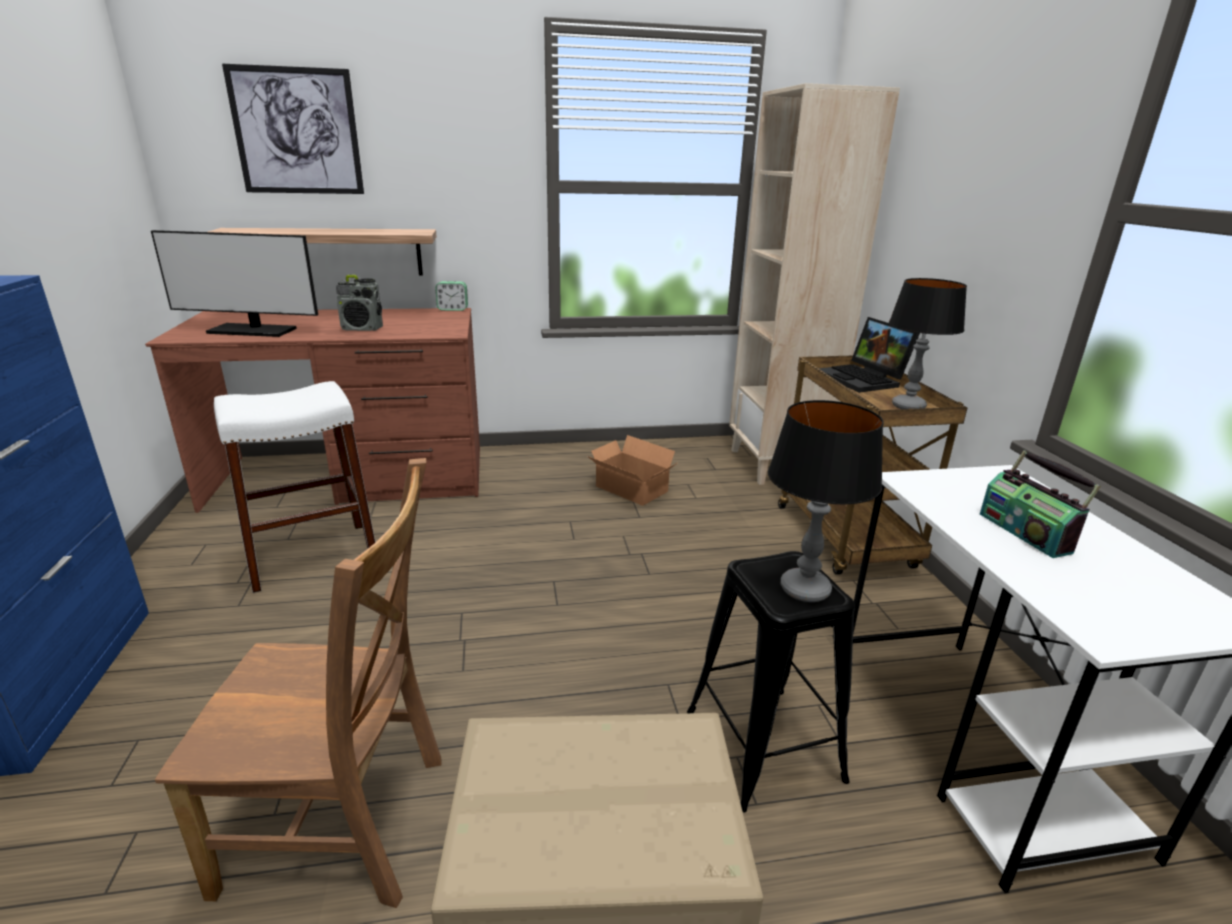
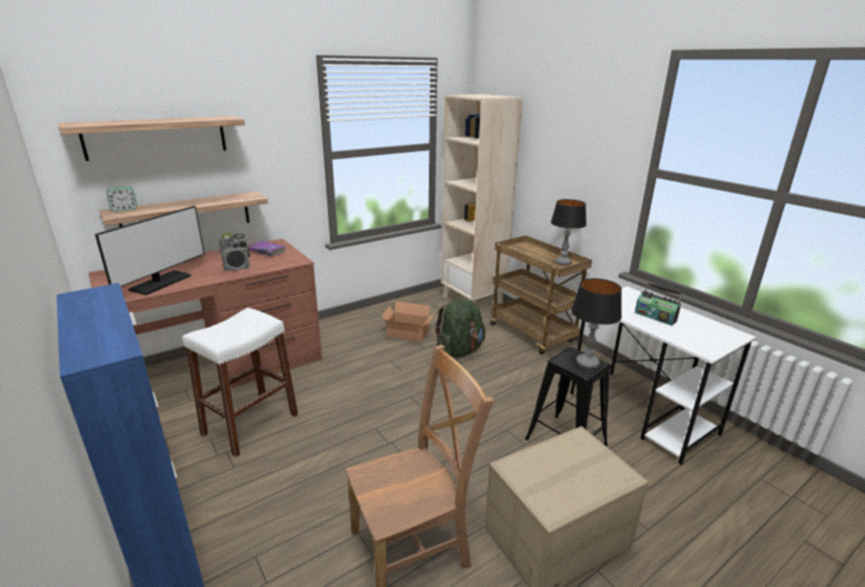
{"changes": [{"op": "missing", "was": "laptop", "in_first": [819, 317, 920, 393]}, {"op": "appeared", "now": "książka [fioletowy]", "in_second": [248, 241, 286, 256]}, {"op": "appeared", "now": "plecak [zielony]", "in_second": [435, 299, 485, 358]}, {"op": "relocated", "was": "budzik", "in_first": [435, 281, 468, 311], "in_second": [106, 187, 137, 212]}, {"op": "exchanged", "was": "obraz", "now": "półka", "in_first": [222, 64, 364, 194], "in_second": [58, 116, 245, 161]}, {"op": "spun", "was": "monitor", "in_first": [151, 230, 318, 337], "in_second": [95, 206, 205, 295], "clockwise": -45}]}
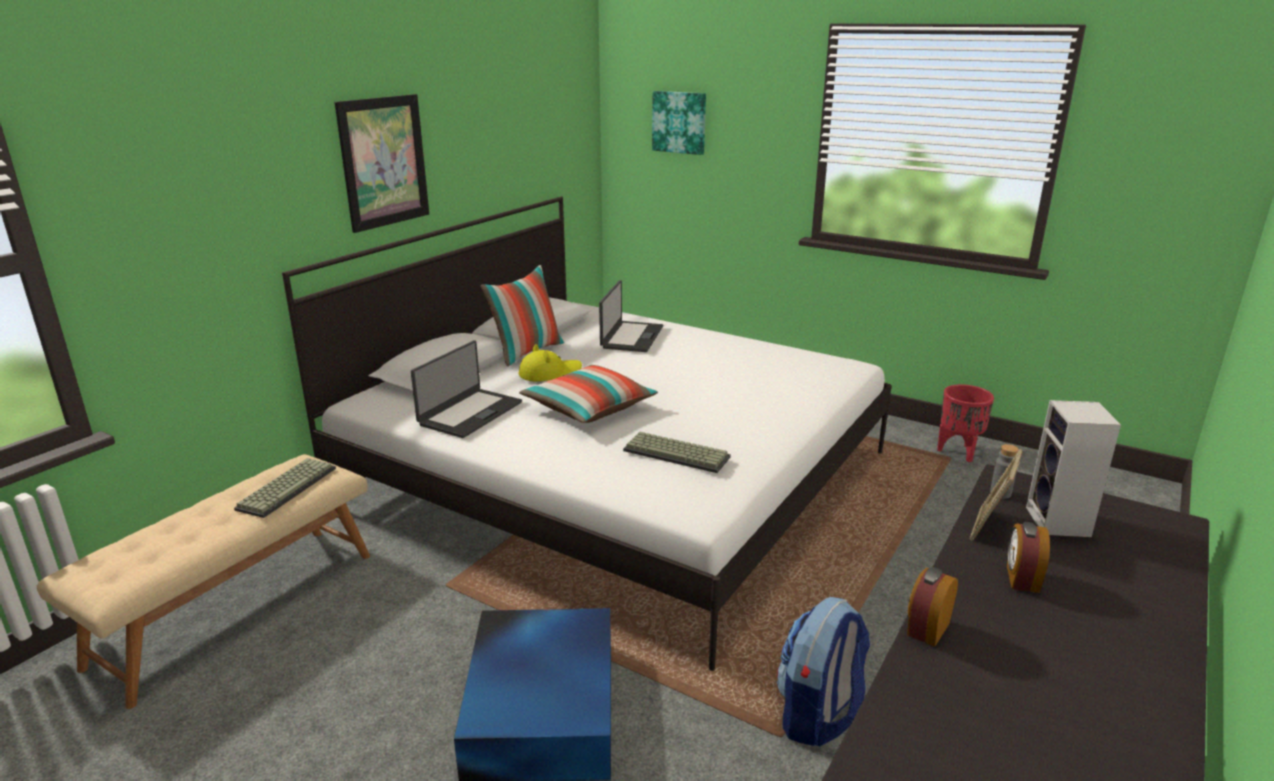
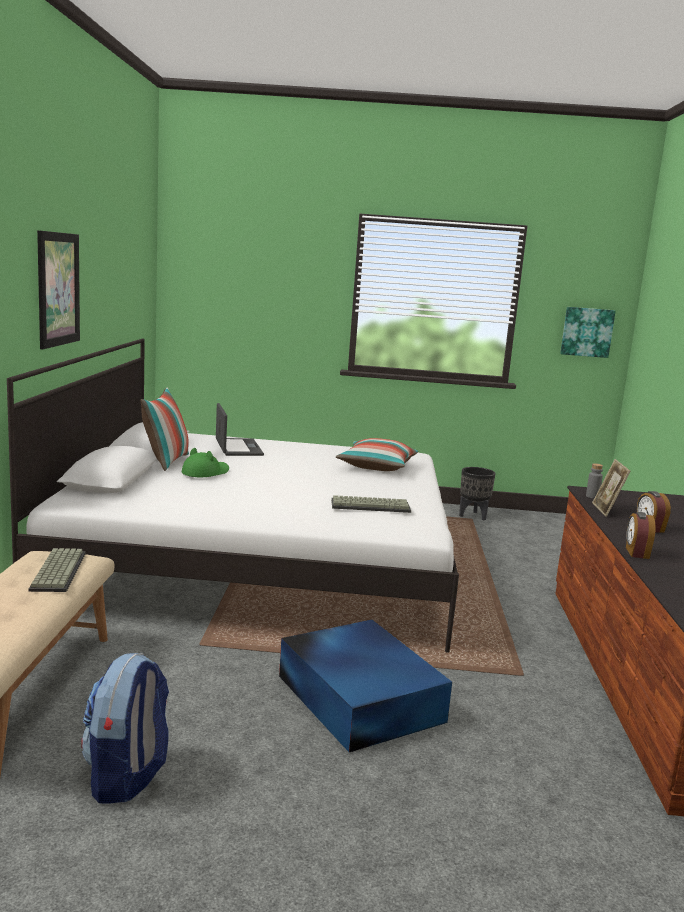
{"changes": [{"op": "missing", "was": "laptop", "in_first": [411, 340, 522, 438]}, {"op": "missing", "was": "głośnik", "in_first": [1026, 400, 1121, 537]}, {"op": "relocated", "was": "poduszka", "in_first": [519, 365, 658, 423], "in_second": [336, 438, 418, 471]}, {"op": "relocated", "was": "obraz", "in_first": [652, 91, 706, 155], "in_second": [560, 307, 616, 358]}, {"op": "relocated", "was": "plecak", "in_first": [777, 597, 870, 746], "in_second": [81, 653, 169, 804]}, {"op": "colour", "was": "kapelusz [żółty]", "now": "kapelusz [zielony]", "in_first": [519, 344, 582, 381], "in_second": [182, 448, 229, 477]}, {"op": "colour", "was": "donica [czerwony]", "now": "donica [czarny]", "in_first": [937, 384, 994, 462], "in_second": [459, 467, 495, 520]}]}
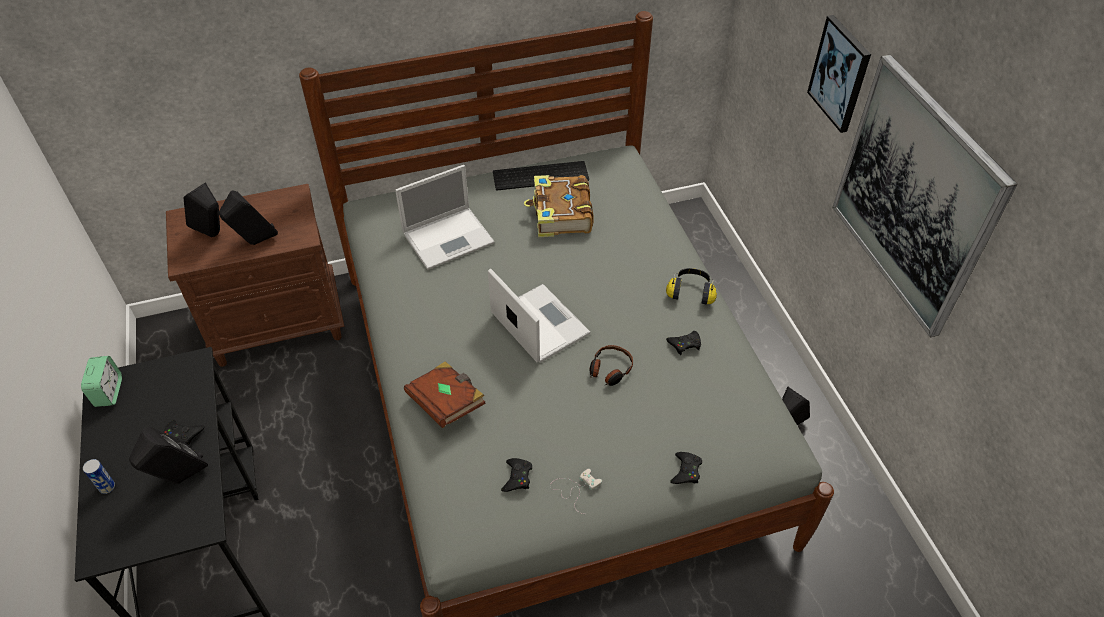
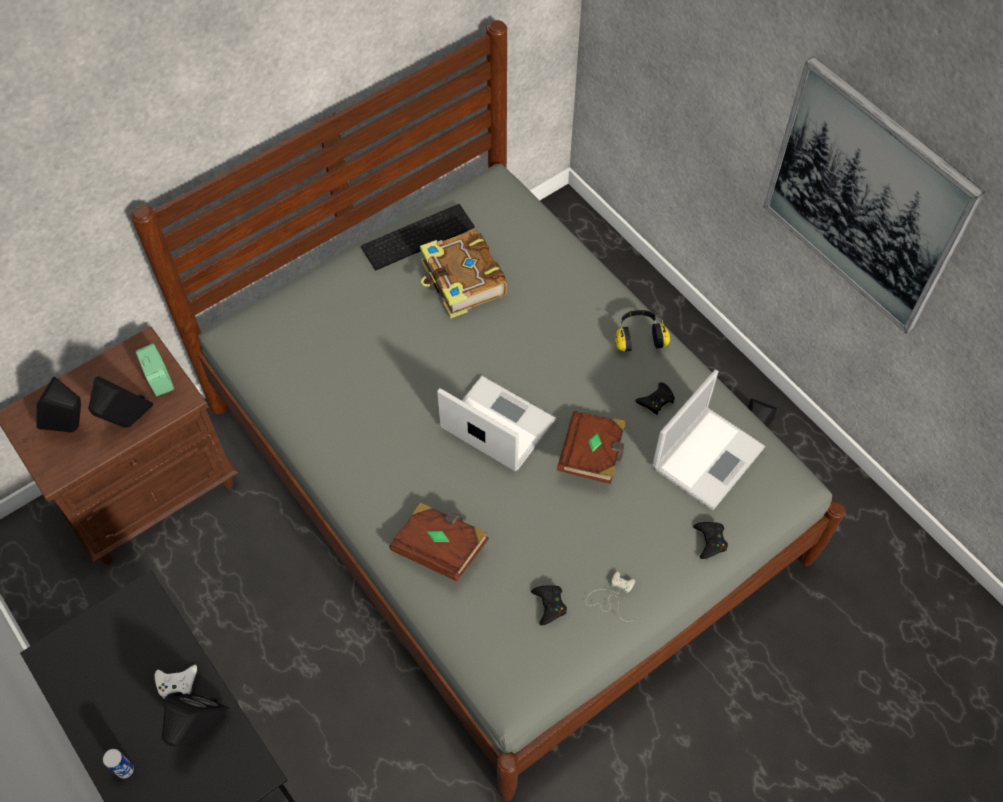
{"changes": [{"op": "missing", "was": "obraz", "in_first": [807, 15, 871, 133]}, {"op": "relocated", "was": "budzik", "in_first": [81, 356, 122, 407], "in_second": [136, 343, 174, 396]}, {"op": "relocated", "was": "laptop", "in_first": [395, 165, 495, 270], "in_second": [652, 370, 765, 510]}, {"op": "exchanged", "was": "słuchawki", "now": "książka [brązowy]", "in_first": [589, 345, 633, 386], "in_second": [557, 411, 626, 484]}, {"op": "colour", "was": "pad do gier [czarny]", "now": "pad do gier [biały]", "in_first": [163, 420, 205, 445], "in_second": [155, 665, 197, 699]}]}
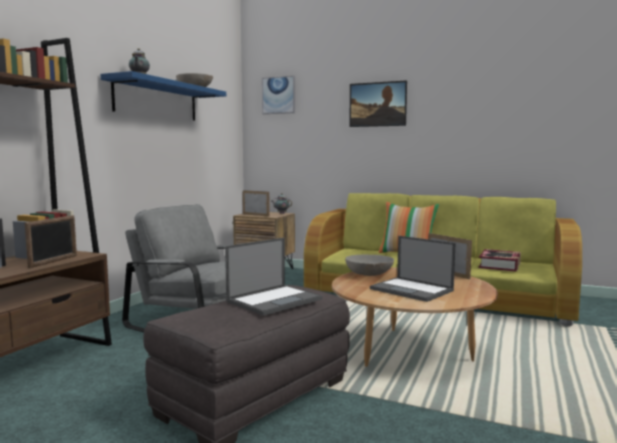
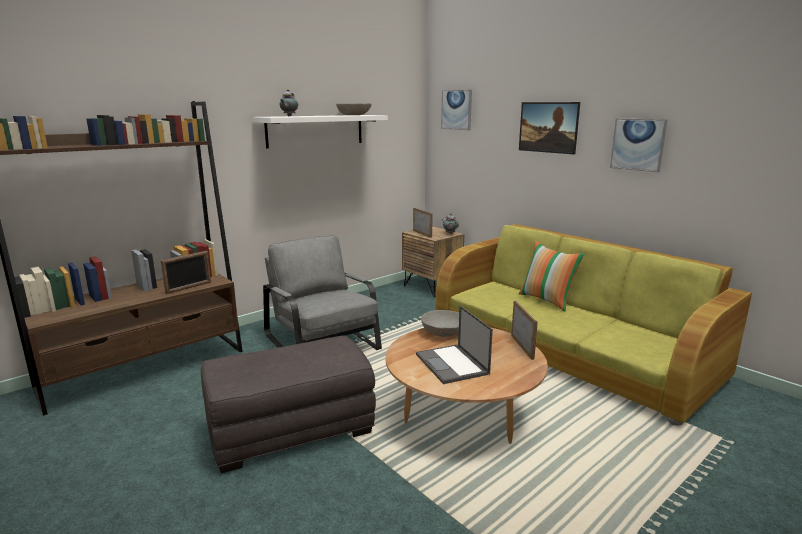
{"changes": [{"op": "missing", "was": "laptop", "in_first": [225, 238, 322, 316]}, {"op": "missing", "was": "książka", "in_first": [478, 249, 521, 272]}, {"op": "appeared", "now": "obraz", "in_second": [610, 118, 667, 172]}, {"op": "colour", "was": "półka [niebieski]", "now": "półka [biały]", "in_first": [100, 71, 226, 120], "in_second": [253, 115, 388, 148]}]}
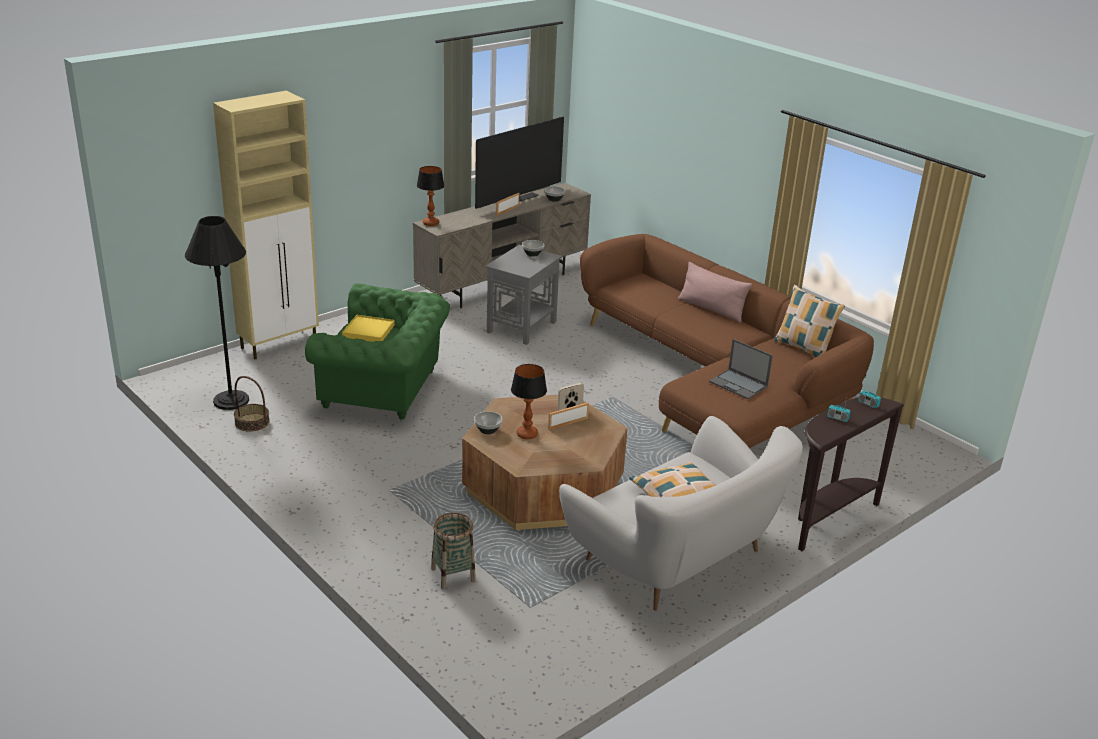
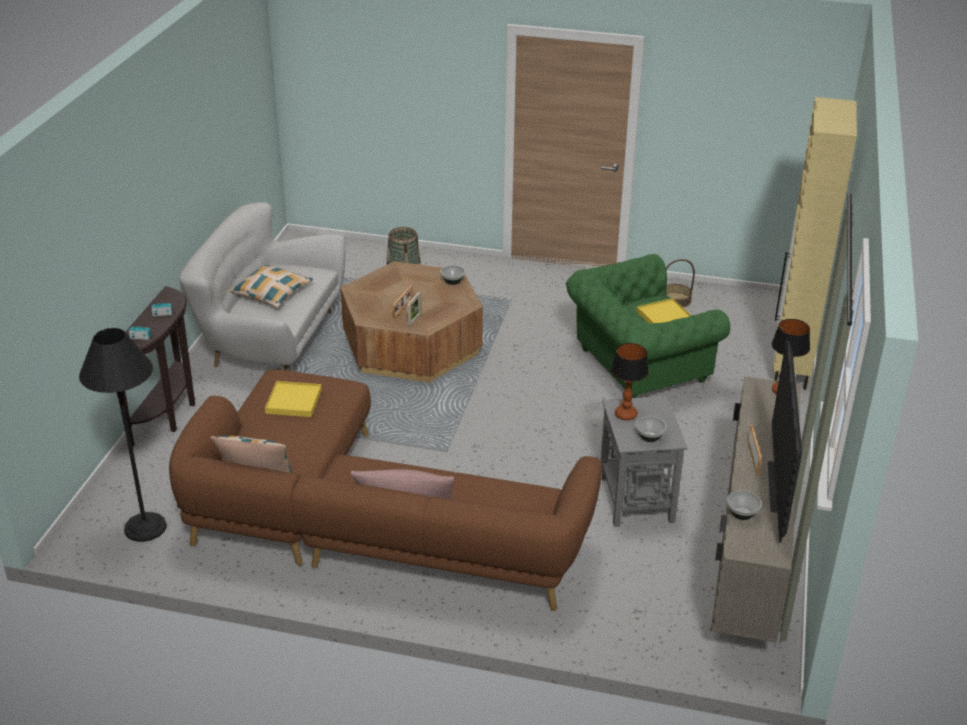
{"changes": [{"op": "relocated", "was": "lampa stojąca [czarny]", "in_first": [185, 216, 249, 410], "in_second": [79, 328, 167, 542]}, {"op": "relocated", "was": "lampa stołowa", "in_first": [511, 364, 547, 439], "in_second": [611, 343, 649, 420]}, {"op": "exchanged", "was": "laptop", "now": "taca [żółty]", "in_first": [709, 339, 773, 399], "in_second": [265, 381, 322, 417]}]}
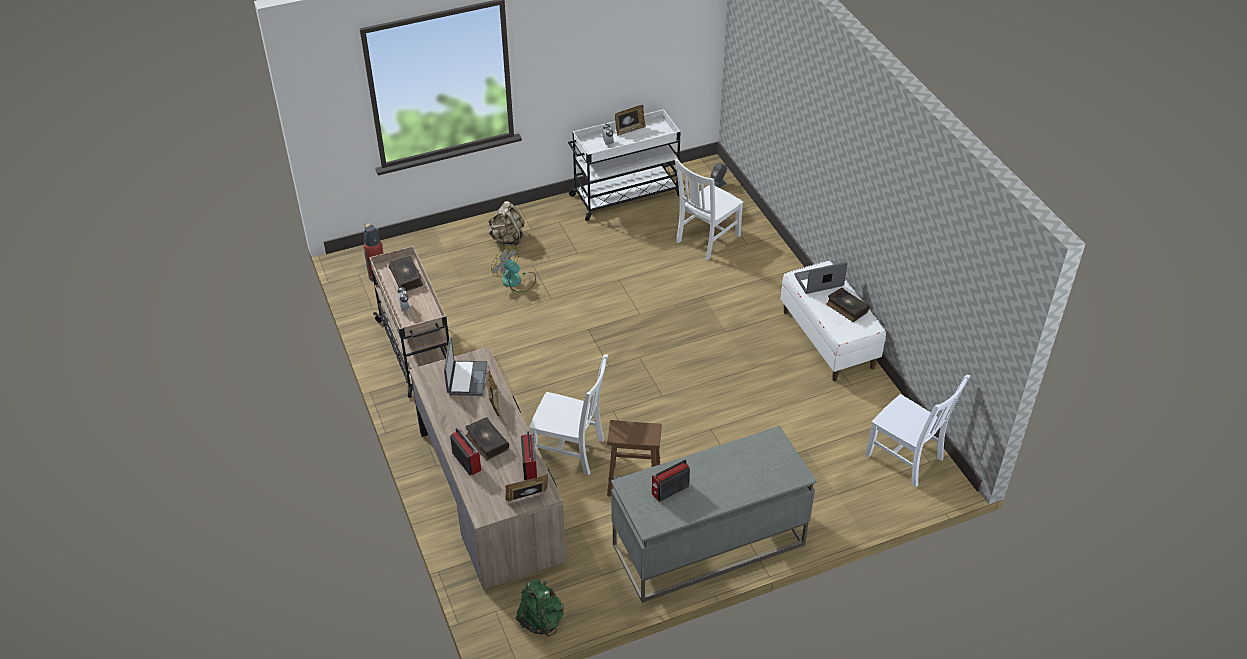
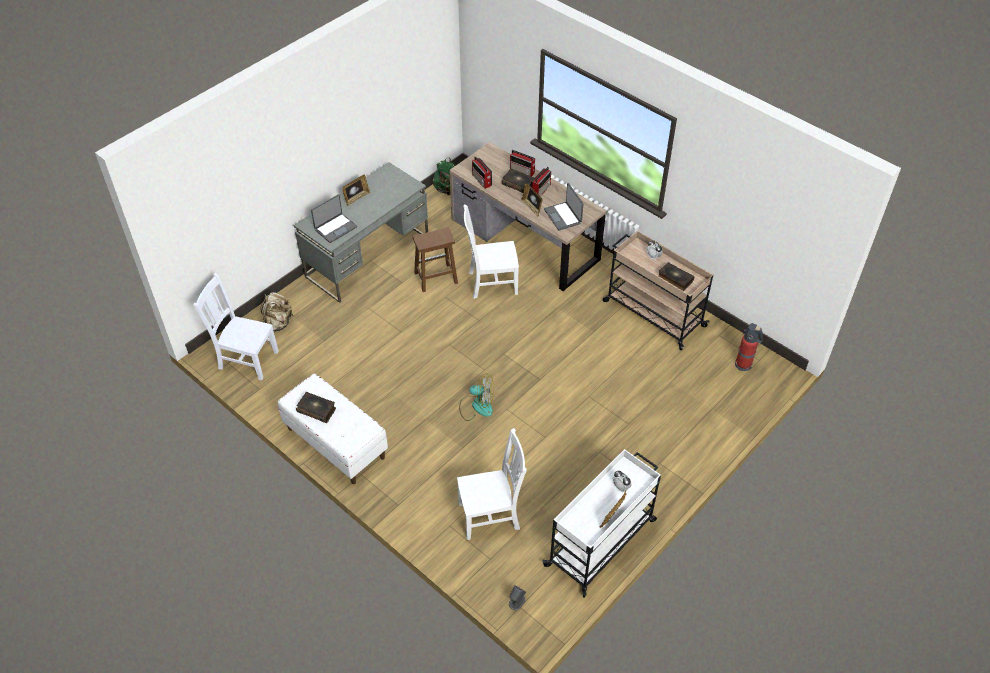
{"changes": [{"op": "relocated", "was": "plecak [beżowy]", "in_first": [488, 201, 525, 246], "in_second": [260, 292, 293, 333]}, {"op": "relocated", "was": "wentylator", "in_first": [491, 245, 536, 292], "in_second": [459, 373, 494, 421]}, {"op": "relocated", "was": "ramka na zdjęcie", "in_first": [505, 474, 548, 502], "in_second": [342, 174, 370, 206]}, {"op": "relocated", "was": "radio", "in_first": [652, 459, 690, 502], "in_second": [531, 167, 551, 197]}, {"op": "relocated", "was": "laptop", "in_first": [795, 262, 848, 294], "in_second": [311, 194, 357, 243]}, {"op": "spun", "was": "krzesło [biały]", "in_first": [675, 159, 743, 260], "in_second": [457, 428, 527, 540], "clockwise": 60}]}
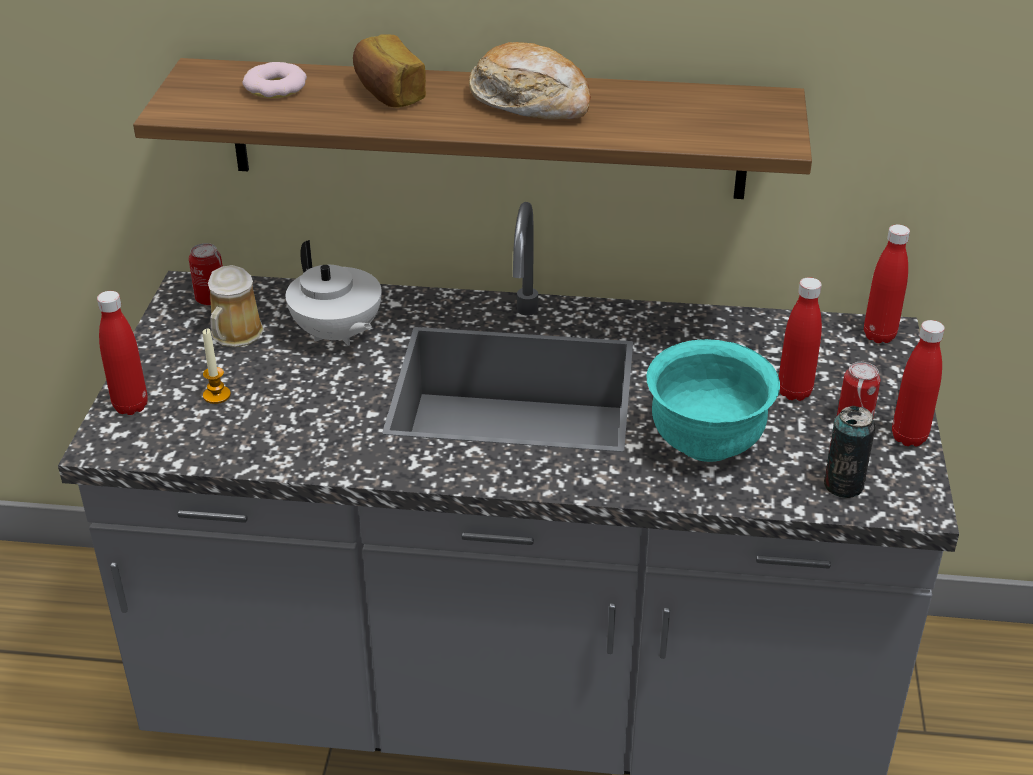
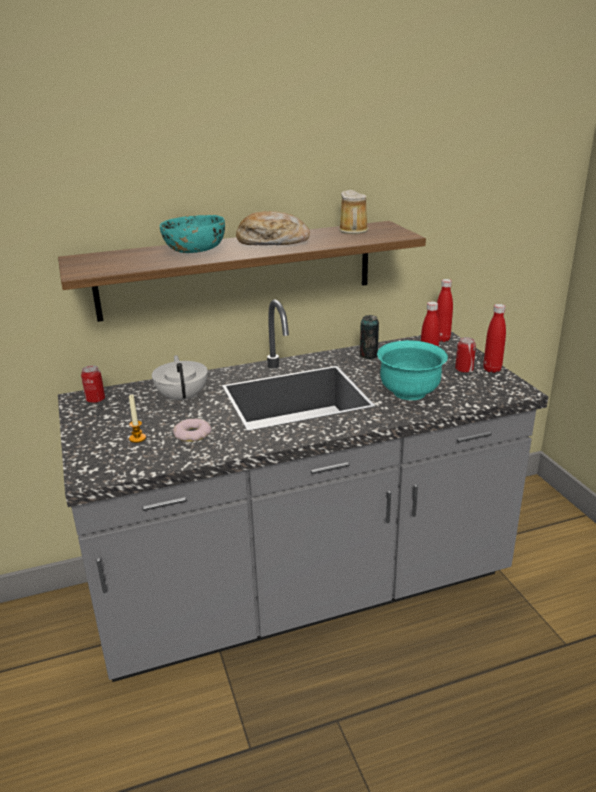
{"changes": [{"op": "missing", "was": "butelka [czerwony]", "in_first": [97, 291, 148, 415]}, {"op": "relocated", "was": "kubek", "in_first": [208, 265, 264, 347], "in_second": [339, 190, 368, 234]}, {"op": "relocated", "was": "donut", "in_first": [242, 62, 307, 98], "in_second": [173, 419, 211, 442]}, {"op": "relocated", "was": "puszka", "in_first": [824, 406, 875, 498], "in_second": [360, 315, 379, 359]}, {"op": "exchanged", "was": "chleb", "now": "miska [turkusowy]", "in_first": [353, 34, 426, 108], "in_second": [160, 215, 225, 253]}, {"op": "spun", "was": "imbryk [biały]", "in_first": [285, 240, 382, 346], "in_second": [152, 355, 208, 404], "clockwise": -135}]}
